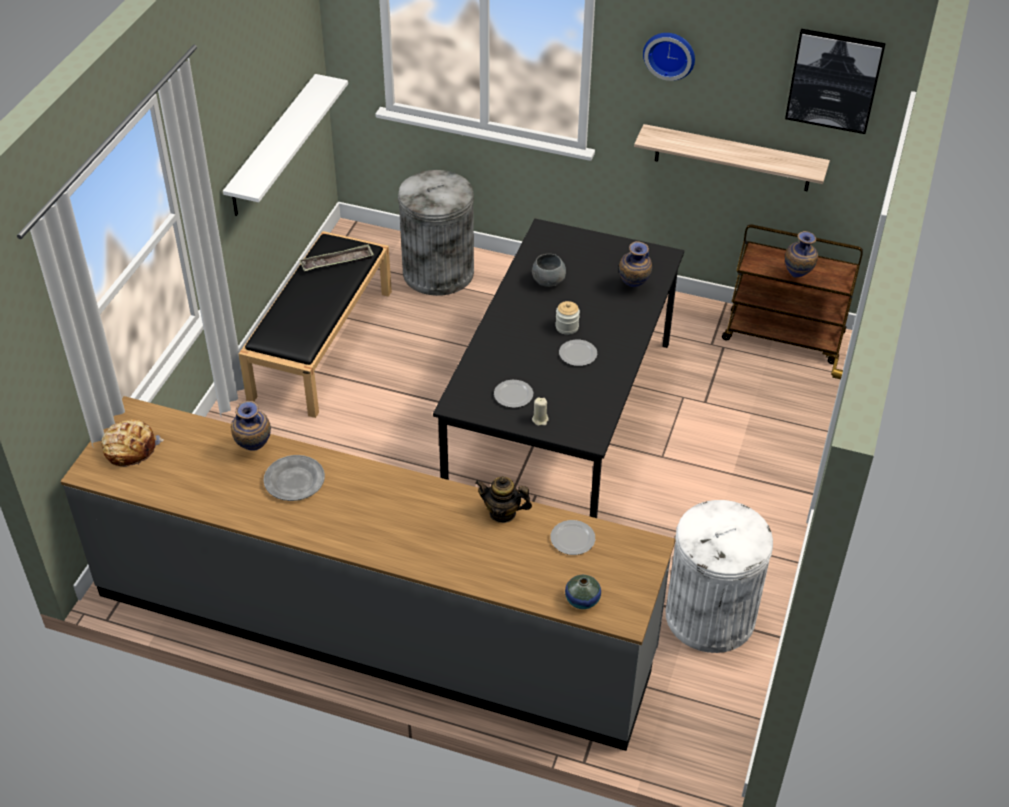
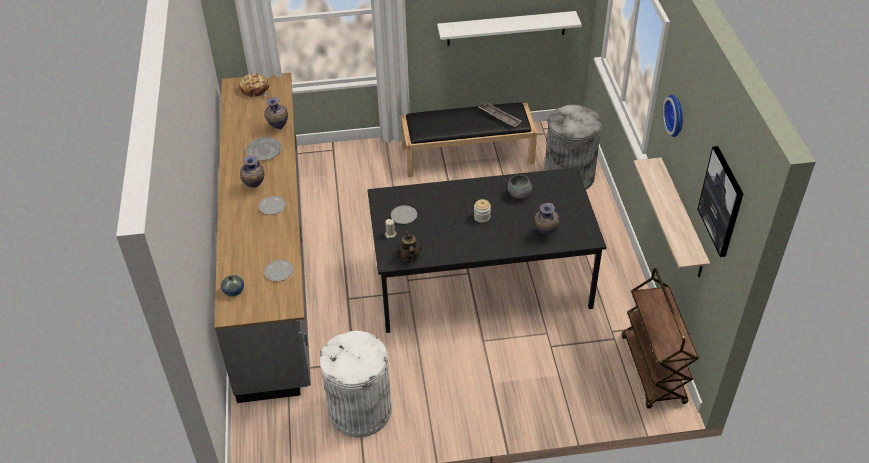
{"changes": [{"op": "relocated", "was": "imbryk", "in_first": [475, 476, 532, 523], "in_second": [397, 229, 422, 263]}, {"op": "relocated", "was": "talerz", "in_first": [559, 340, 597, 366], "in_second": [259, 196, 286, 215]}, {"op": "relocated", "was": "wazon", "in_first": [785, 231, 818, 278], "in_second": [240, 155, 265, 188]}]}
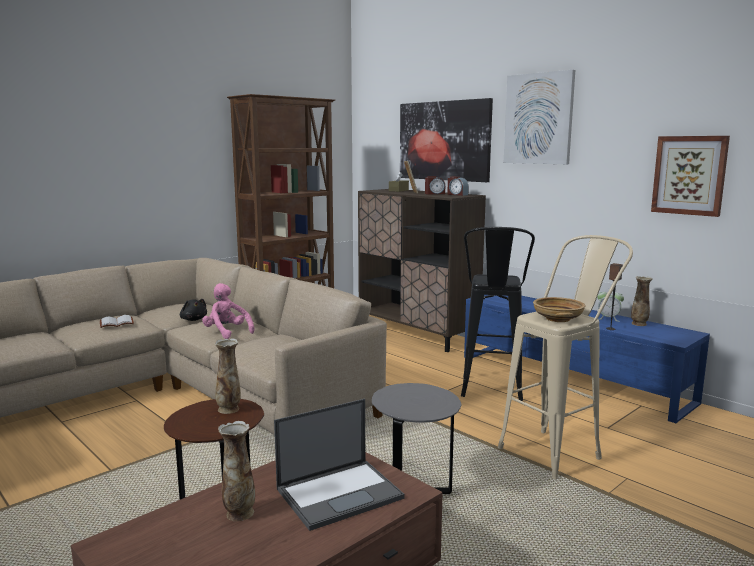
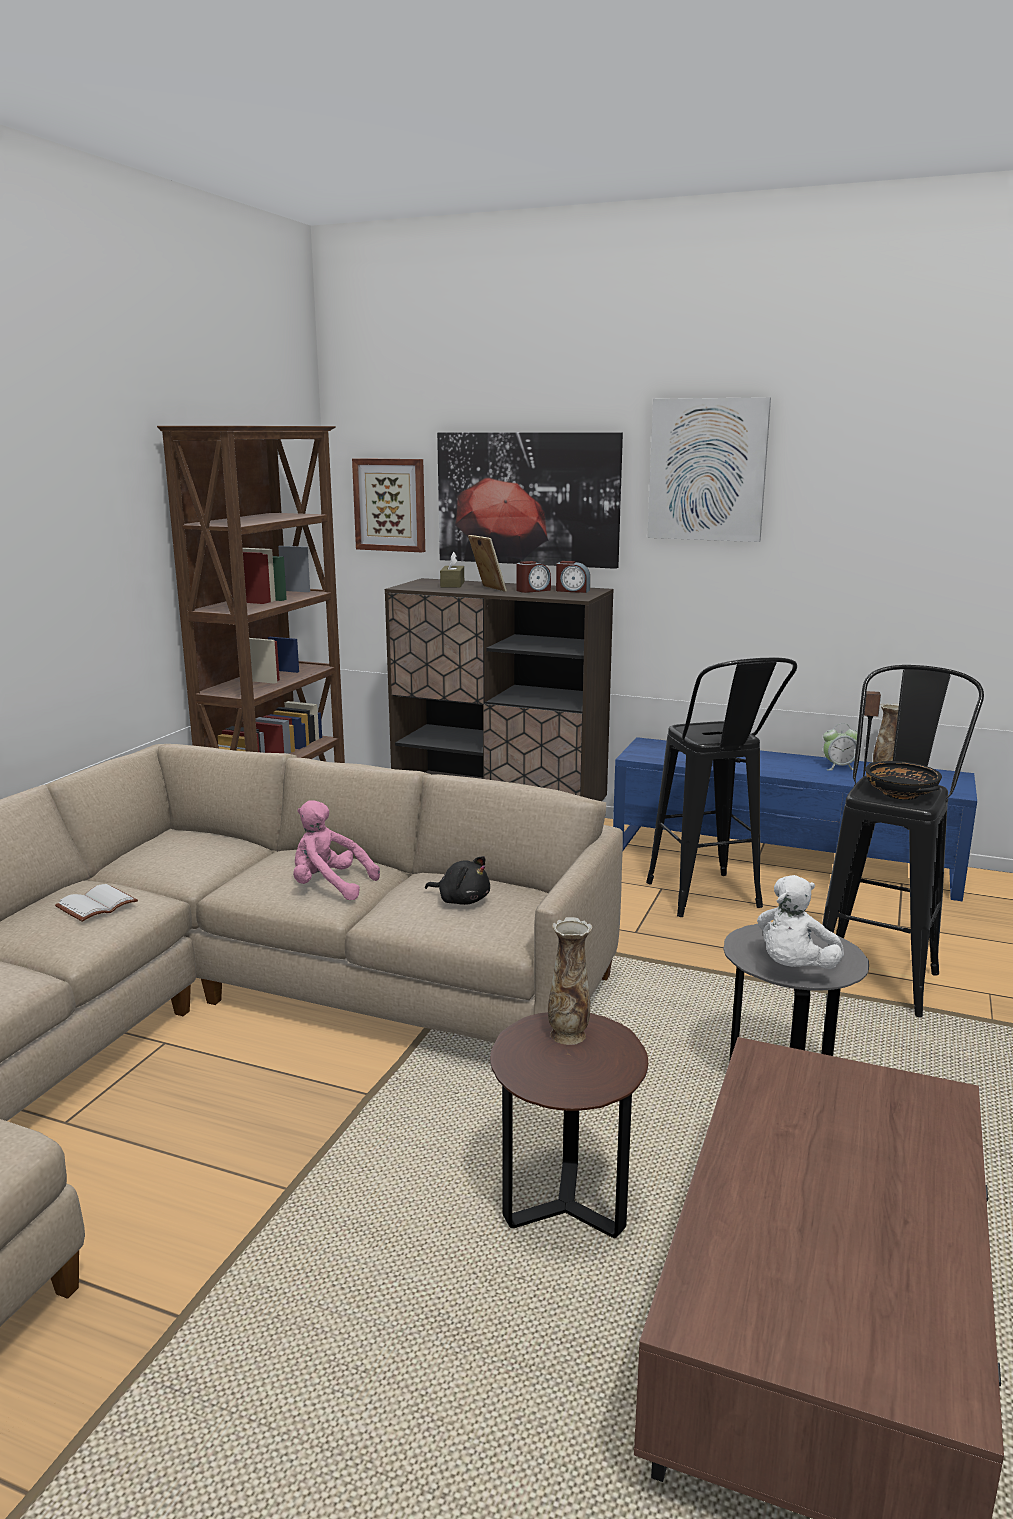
{"changes": [{"op": "missing", "was": "wazon", "in_first": [218, 421, 255, 521]}, {"op": "missing", "was": "laptop", "in_first": [274, 399, 405, 531]}, {"op": "appeared", "now": "pluszak [biały]", "in_second": [757, 875, 844, 969]}, {"op": "relocated", "was": "pluszak [czarny]", "in_first": [180, 299, 207, 321], "in_second": [425, 856, 490, 905]}, {"op": "relocated", "was": "obraz", "in_first": [651, 136, 730, 217], "in_second": [352, 458, 425, 552]}, {"op": "colour", "was": "stołek [beżowy]", "now": "stołek [czarny]", "in_first": [498, 235, 633, 479], "in_second": [822, 665, 984, 1018]}, {"op": "colour", "was": "miska [beżowy]", "now": "miska [czarny]", "in_first": [533, 297, 585, 322], "in_second": [865, 761, 942, 800]}]}
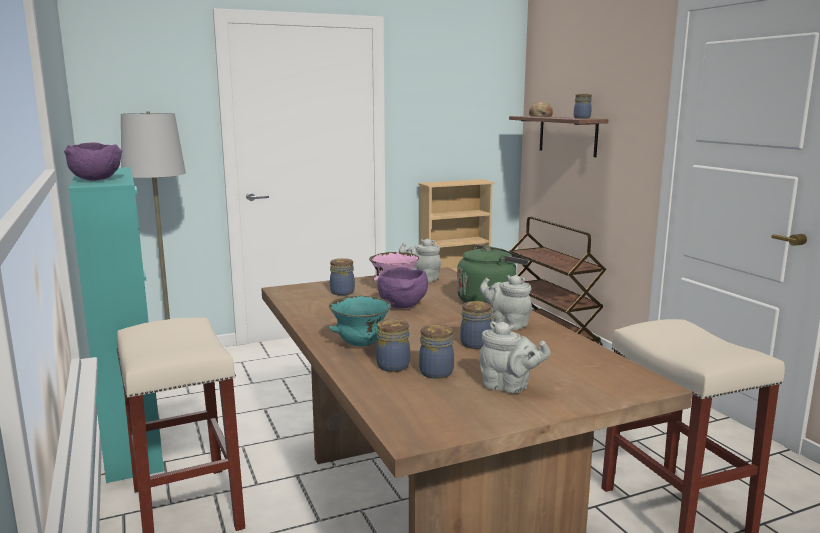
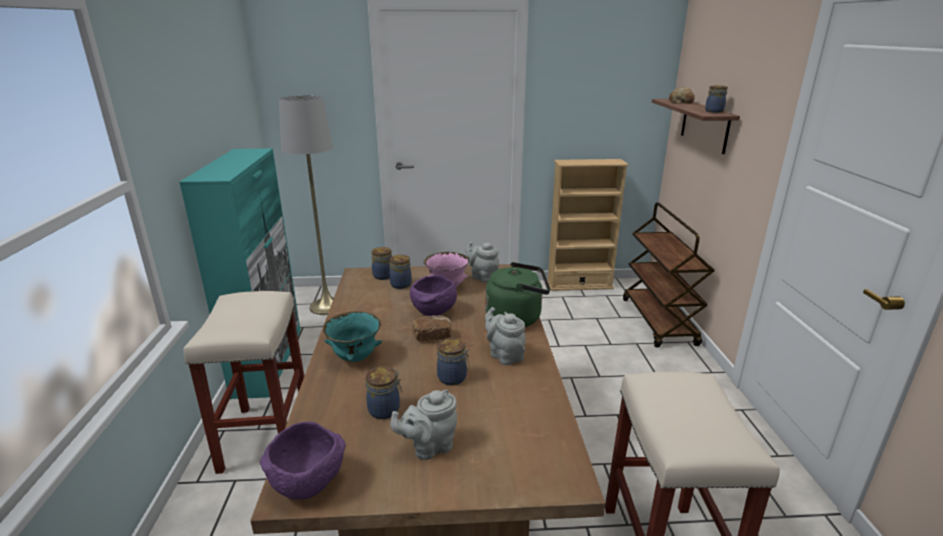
{"changes": [{"op": "appeared", "now": "chleb", "in_second": [412, 315, 451, 341]}, {"op": "relocated", "was": "miska [fioletowy]", "in_first": [64, 142, 122, 181], "in_second": [260, 421, 346, 500]}, {"op": "relocated", "was": "słoik", "in_first": [376, 319, 410, 372], "in_second": [371, 247, 392, 280]}, {"op": "spun", "was": "imbryk [szary]", "in_first": [479, 321, 551, 393], "in_second": [390, 390, 457, 460], "clockwise": 105}]}
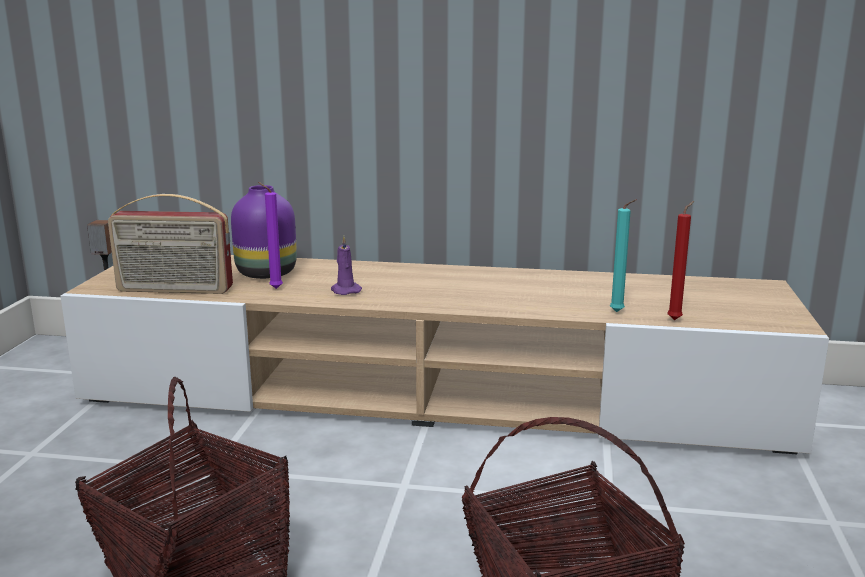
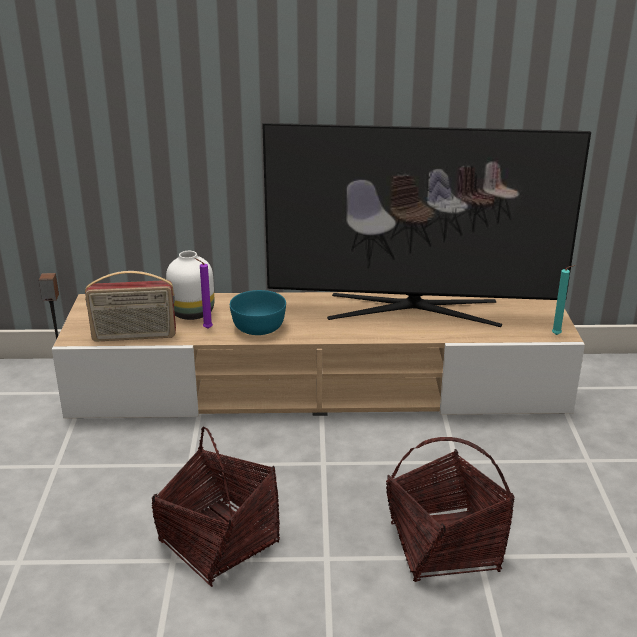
{"changes": [{"op": "missing", "was": "świeca [czerwony]", "in_first": [668, 201, 694, 320]}, {"op": "appeared", "now": "telewizor", "in_second": [262, 123, 591, 327]}, {"op": "relocated", "was": "świeca [turkusowy]", "in_first": [610, 199, 637, 312], "in_second": [552, 265, 575, 335]}, {"op": "exchanged", "was": "świeca [fioletowy]", "now": "miska [turkusowy]", "in_first": [331, 236, 362, 295], "in_second": [230, 290, 286, 335]}, {"op": "colour", "was": "wazon [fioletowy]", "now": "wazon [biały]", "in_first": [231, 185, 297, 279], "in_second": [166, 251, 214, 320]}]}
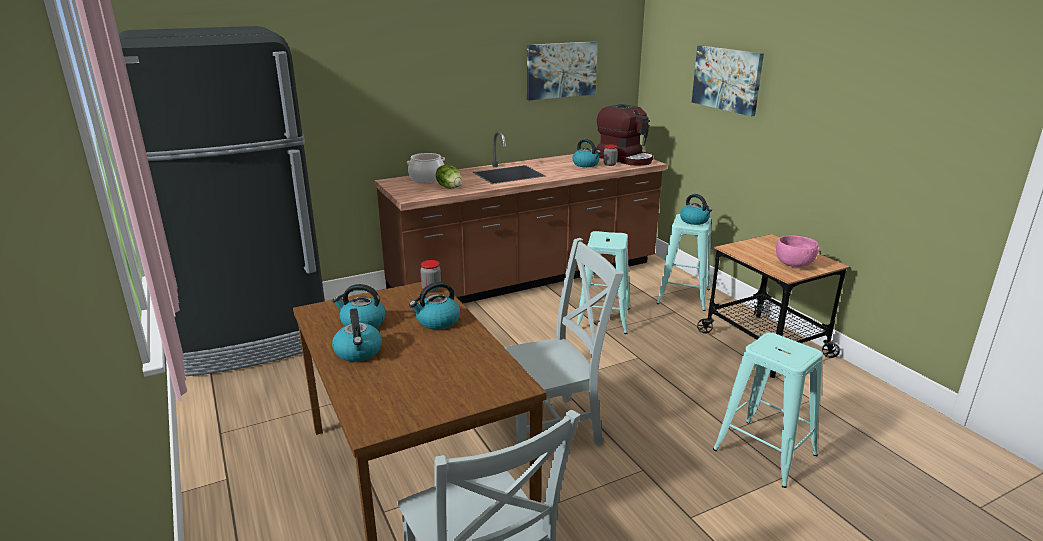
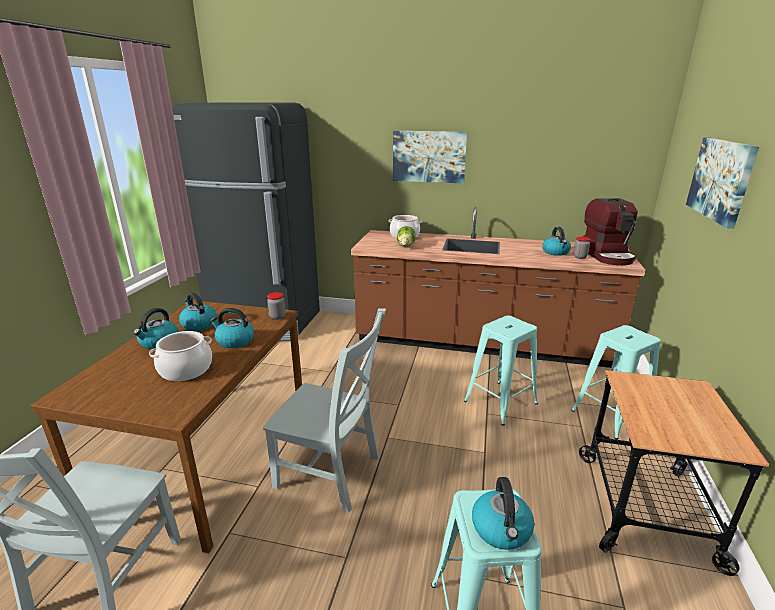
{"changes": [{"op": "missing", "was": "miska [różowy]", "in_first": [776, 236, 820, 267]}, {"op": "appeared", "now": "garnek", "in_second": [149, 331, 212, 381]}, {"op": "relocated", "was": "obraz", "in_first": [527, 41, 598, 100], "in_second": [393, 131, 467, 183]}, {"op": "relocated", "was": "czajnik", "in_first": [680, 194, 712, 225], "in_second": [472, 477, 534, 550]}]}
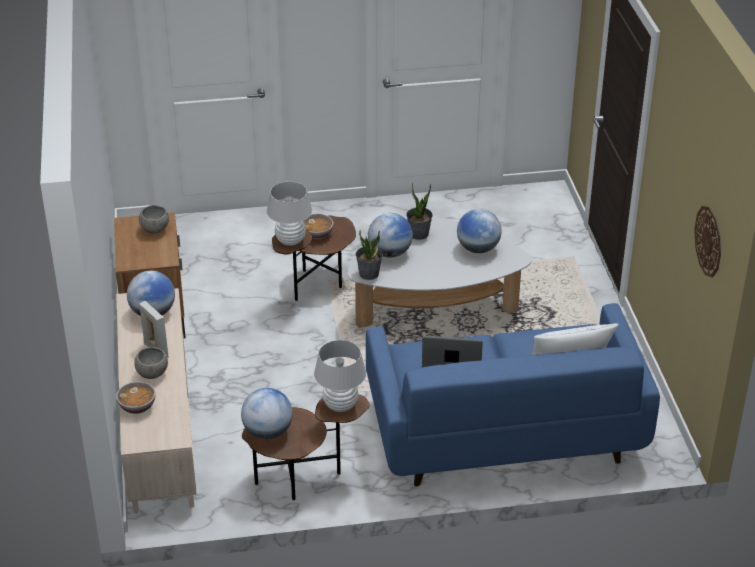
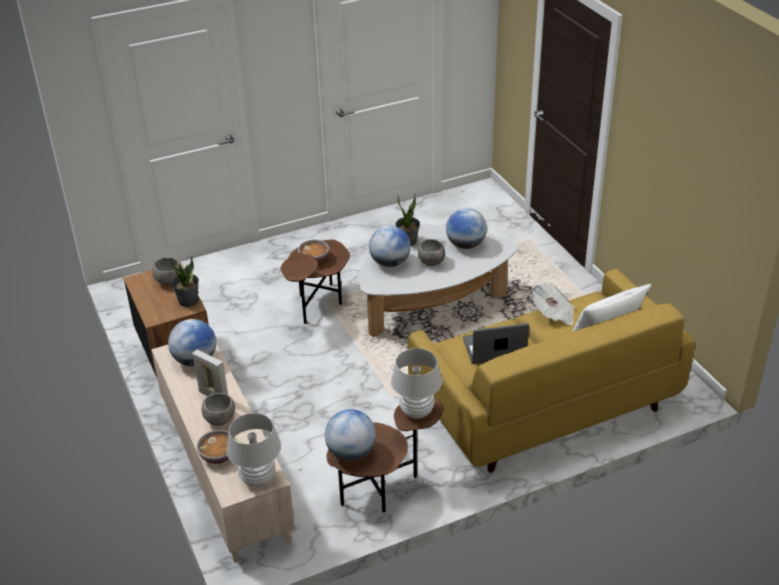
{"changes": [{"op": "missing", "was": "zegar ścienny", "in_first": [694, 206, 721, 277]}, {"op": "appeared", "now": "miska [szary]", "in_second": [418, 239, 445, 266]}, {"op": "appeared", "now": "gazeta", "in_second": [532, 283, 575, 325]}, {"op": "relocated", "was": "lampa stołowa [biały]", "in_first": [267, 182, 312, 246], "in_second": [226, 413, 281, 487]}, {"op": "relocated", "was": "roślina doniczkowa", "in_first": [356, 230, 383, 280], "in_second": [171, 257, 199, 307]}, {"op": "colour", "was": "kanapa [niebieski]", "now": "kanapa [żółty]", "in_first": [366, 303, 660, 486], "in_second": [408, 269, 695, 473]}]}
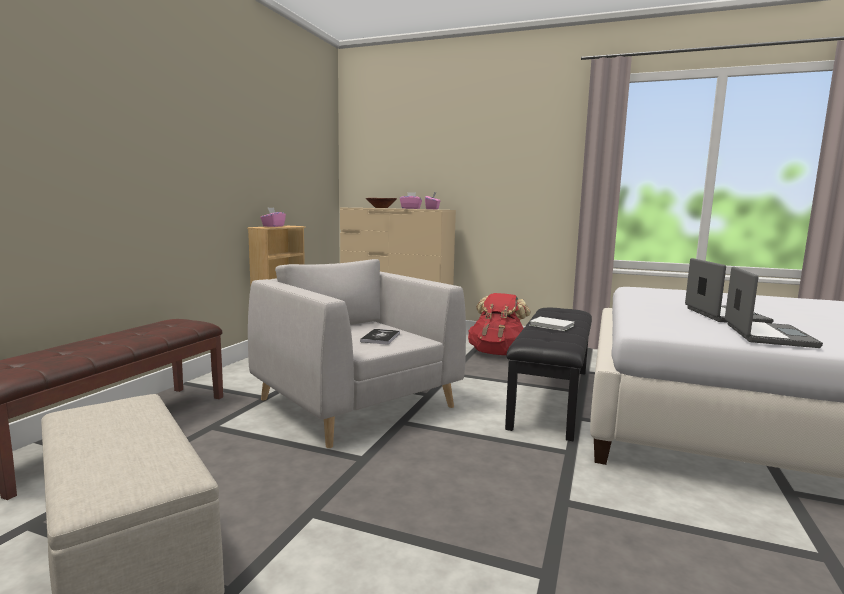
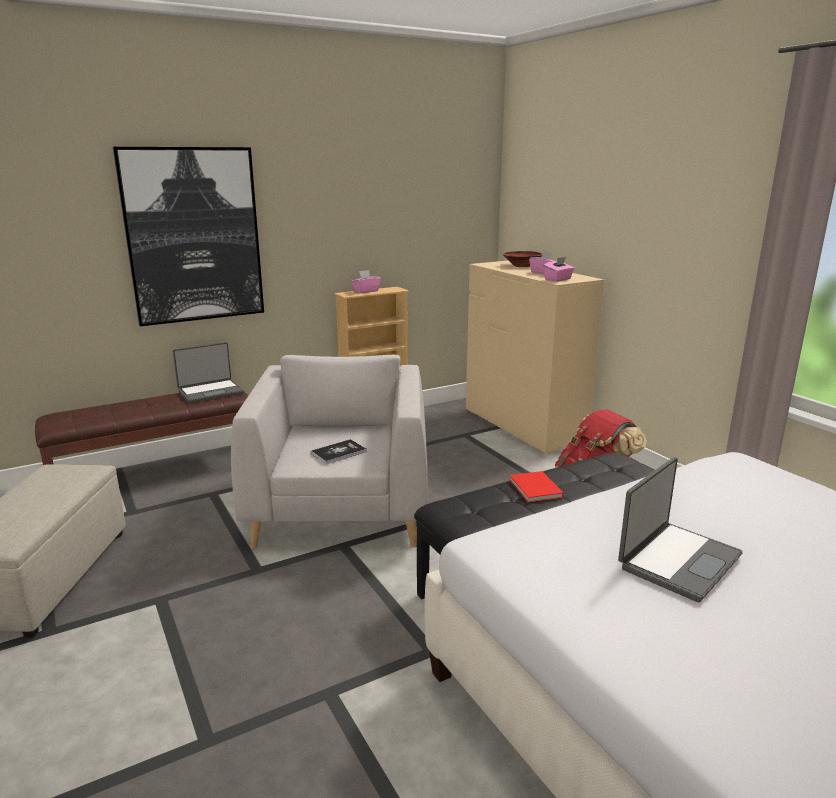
{"changes": [{"op": "appeared", "now": "obraz", "in_second": [113, 147, 264, 326]}, {"op": "relocated", "was": "laptop", "in_first": [725, 267, 823, 348], "in_second": [173, 342, 244, 403]}, {"op": "colour", "was": "książka [biały]", "now": "książka [czerwony]", "in_first": [529, 317, 574, 331], "in_second": [509, 471, 563, 503]}]}
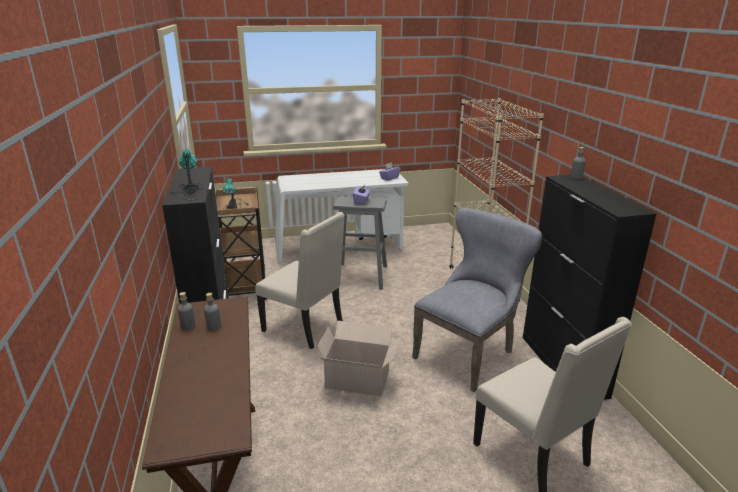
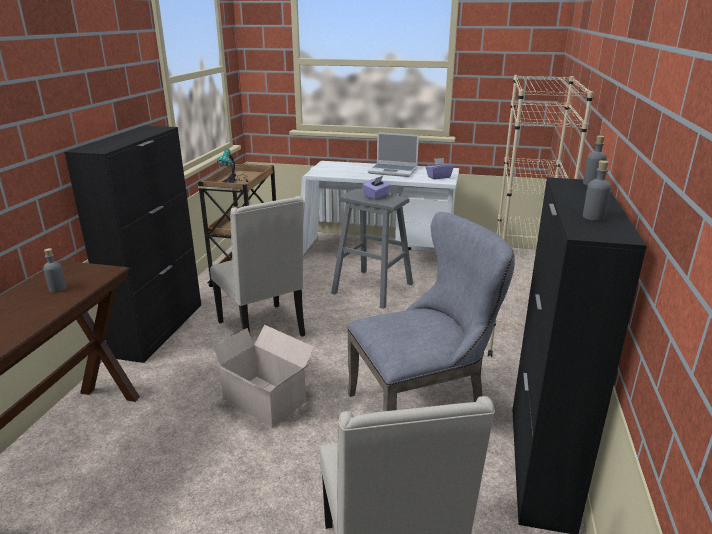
{"changes": [{"op": "missing", "was": "lampa stołowa", "in_first": [169, 149, 203, 201]}, {"op": "appeared", "now": "laptop", "in_second": [368, 132, 419, 177]}, {"op": "relocated", "was": "butelka [szary]", "in_first": [178, 292, 196, 330], "in_second": [583, 160, 611, 221]}]}
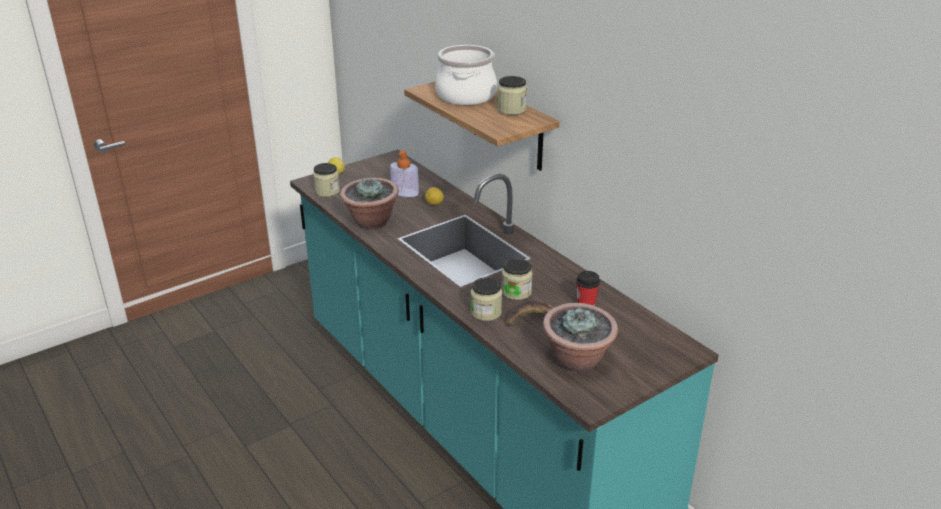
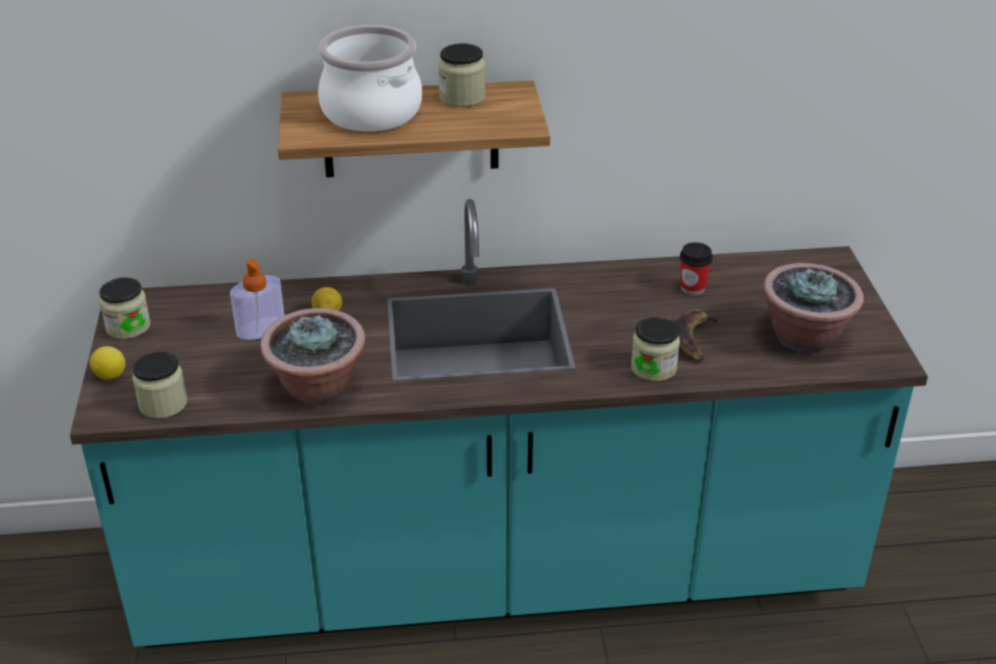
{"changes": [{"op": "relocated", "was": "słoik", "in_first": [502, 258, 533, 300], "in_second": [99, 277, 151, 339]}]}
